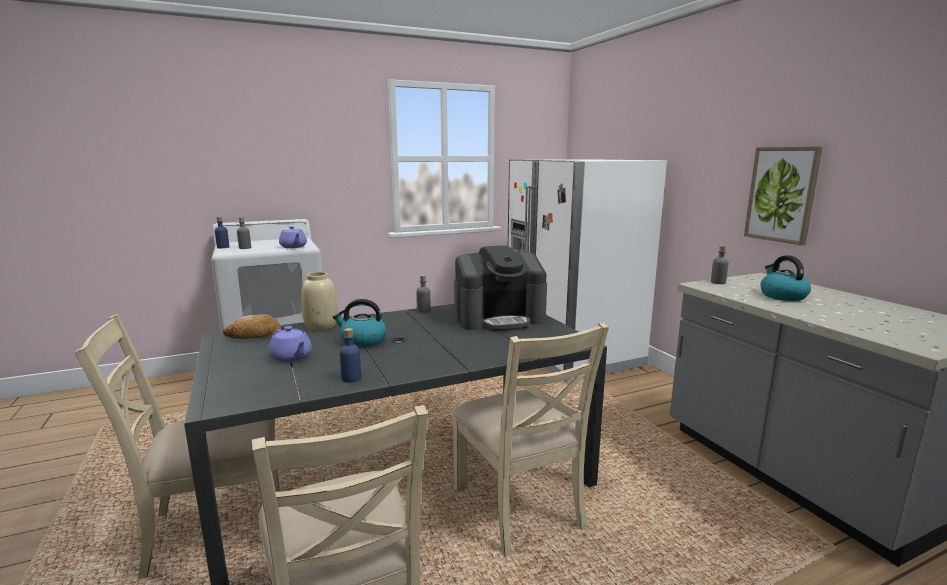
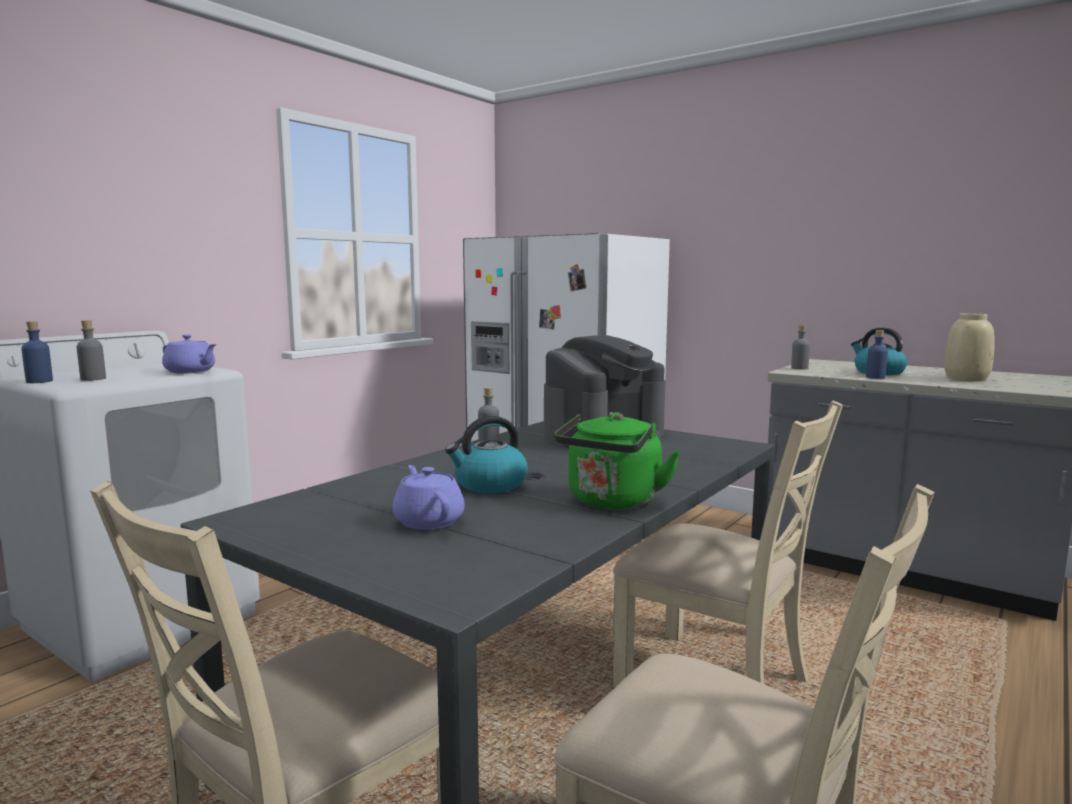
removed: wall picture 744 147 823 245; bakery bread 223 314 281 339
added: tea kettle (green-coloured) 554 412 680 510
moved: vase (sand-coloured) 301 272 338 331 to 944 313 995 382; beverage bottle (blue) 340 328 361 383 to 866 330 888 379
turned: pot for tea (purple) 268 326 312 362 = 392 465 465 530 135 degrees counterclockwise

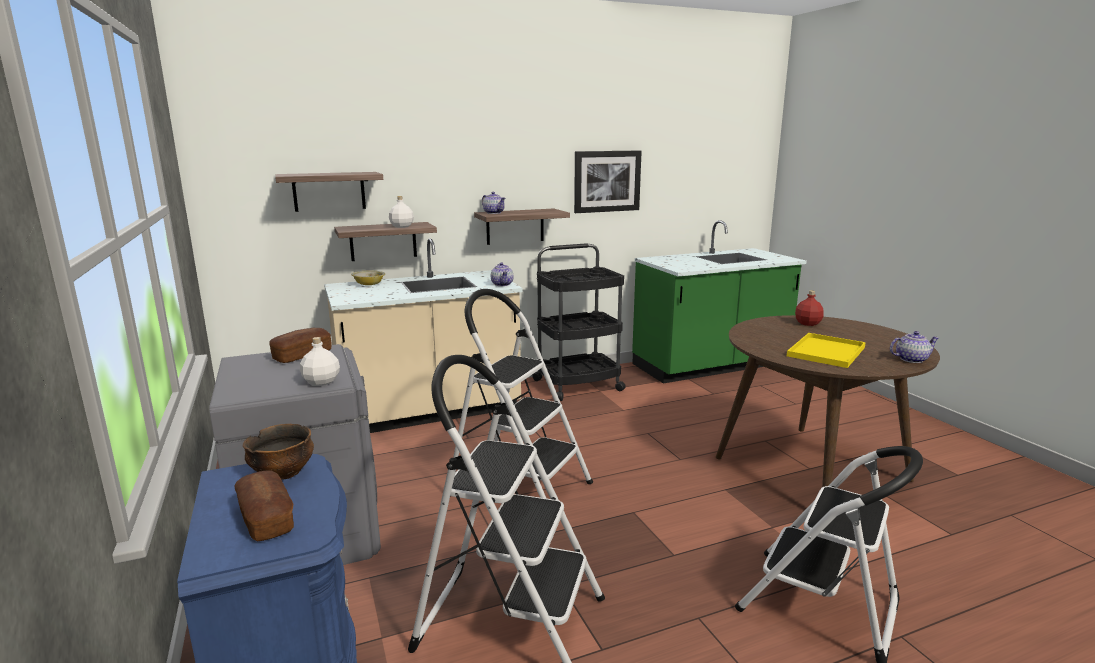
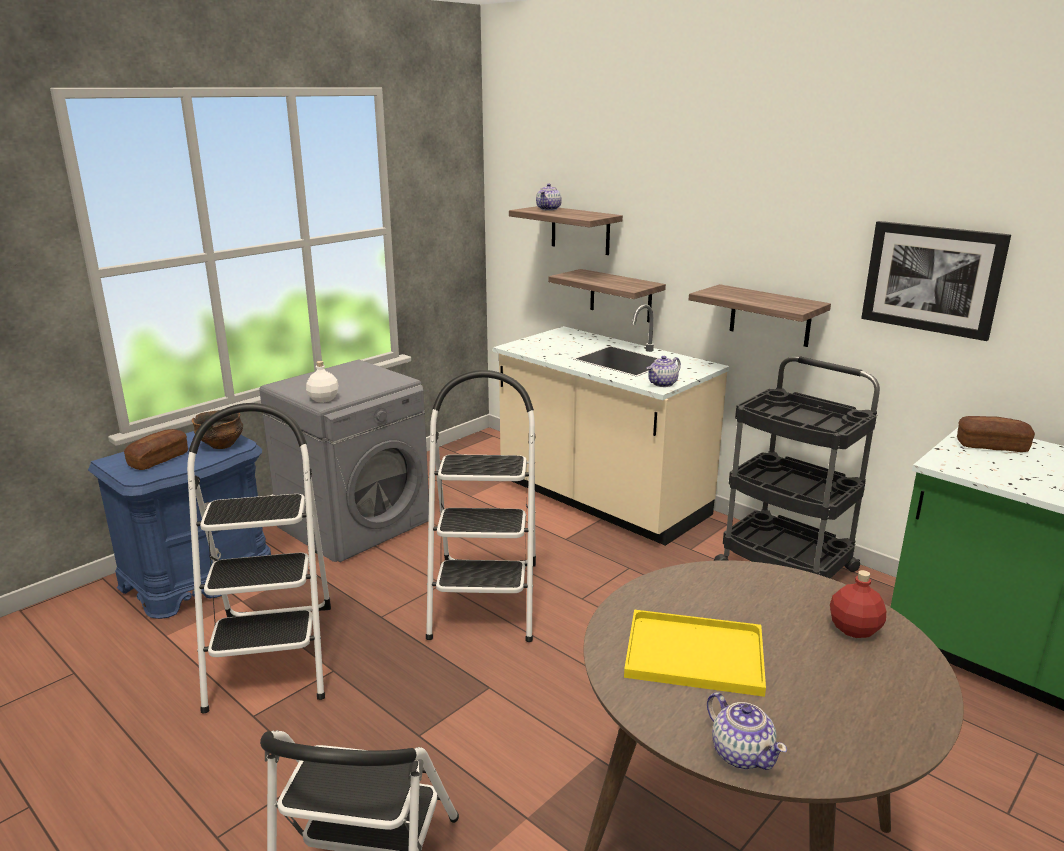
removed: beverage bottle (white-coloured) 389 196 414 228; bowl 351 271 385 285
moved: pot for tea 482 192 505 214 to 536 184 562 211; bakery bread 269 328 332 363 to 957 416 1035 452

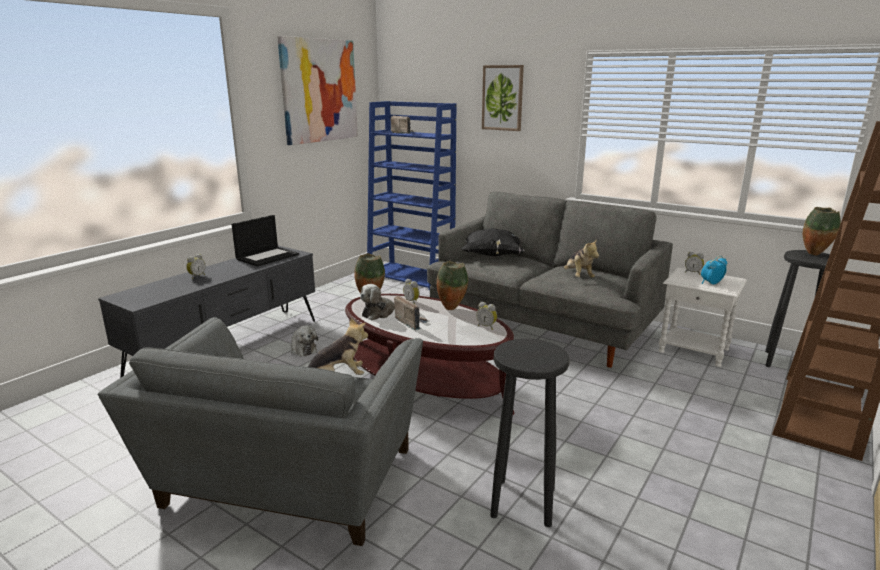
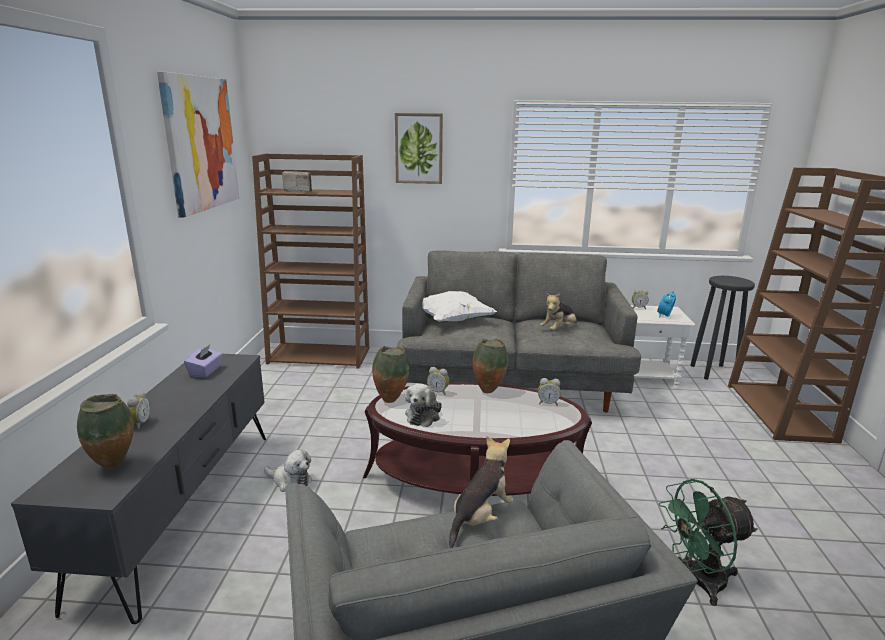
removed: radio 394 295 429 330
moved: vase 803 207 841 255 to 77 394 134 469
replaced: laptop 232 215 299 267 to tissue box (purple) 184 345 222 378; stool seat (blackish) 490 339 570 527 to cooling fan (green-coloured) 659 479 758 606
recoloured: shelving unit (blue) 367 101 456 290 to shelving unit (brown-coloured) 252 153 369 368; pillow (blackish) 461 228 525 256 to pillow (white-coloured) 422 291 497 322
turned: cuddly toy 564 239 599 277 = 540 293 577 331 90 degrees clockwise

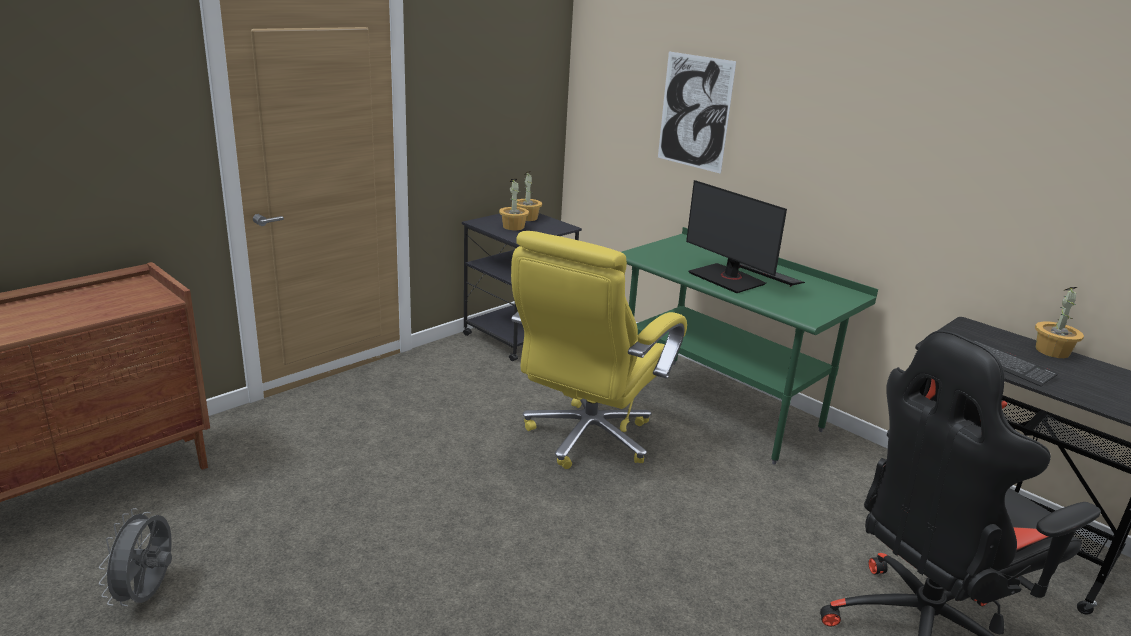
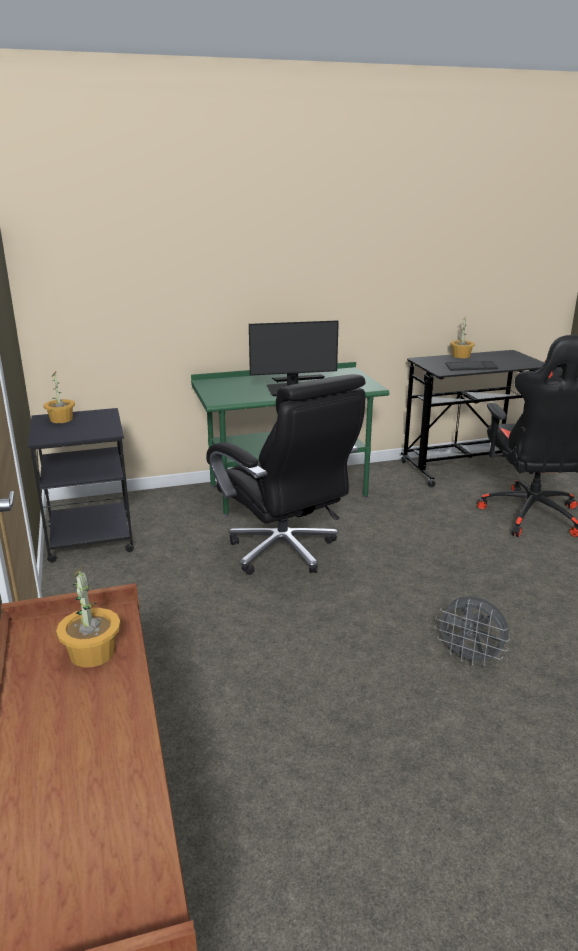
removed: wall picture 658 51 736 174
moved: houseplant 499 179 529 230 to 56 565 121 668; cooling fan (greyish) 99 508 172 606 to 434 596 510 666
recoloured: computer chair (yellow) 511 231 687 469 to computer chair (blackish) 206 374 366 575

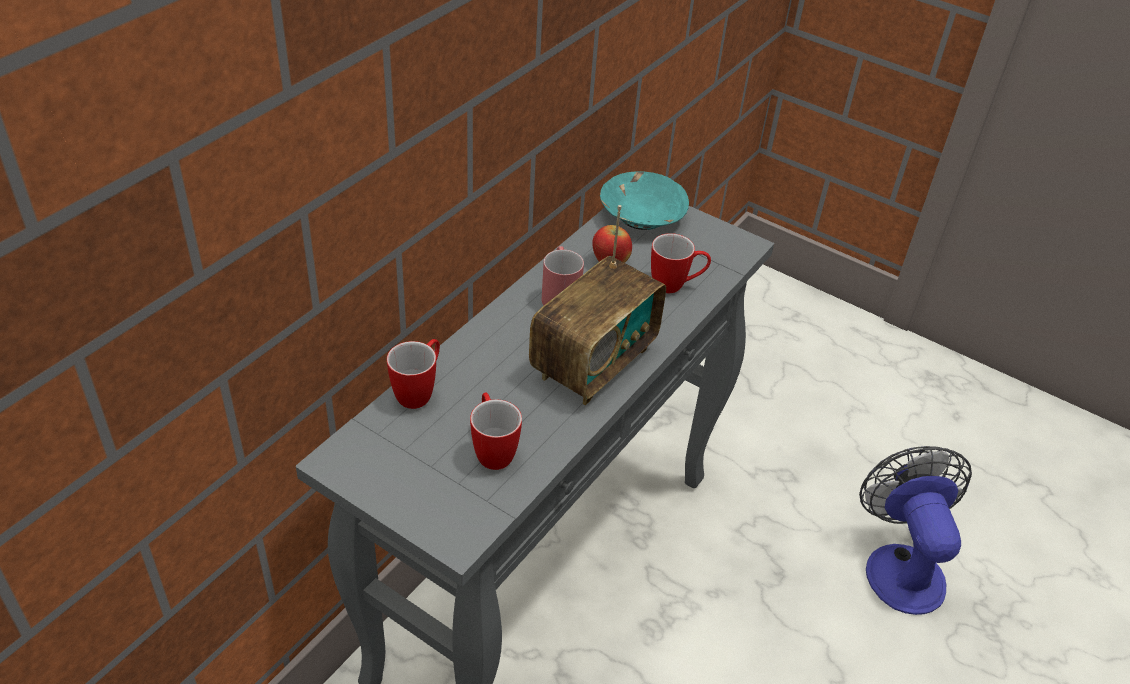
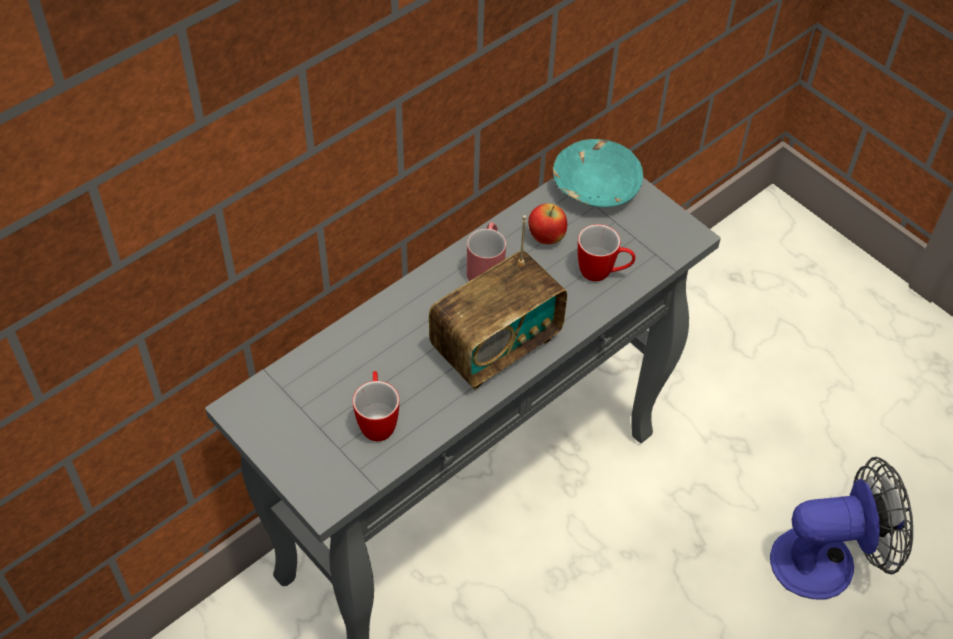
removed: tea mug 387 339 440 409
turned: cooling fan 859 446 972 615 = 770 457 913 600 75 degrees clockwise

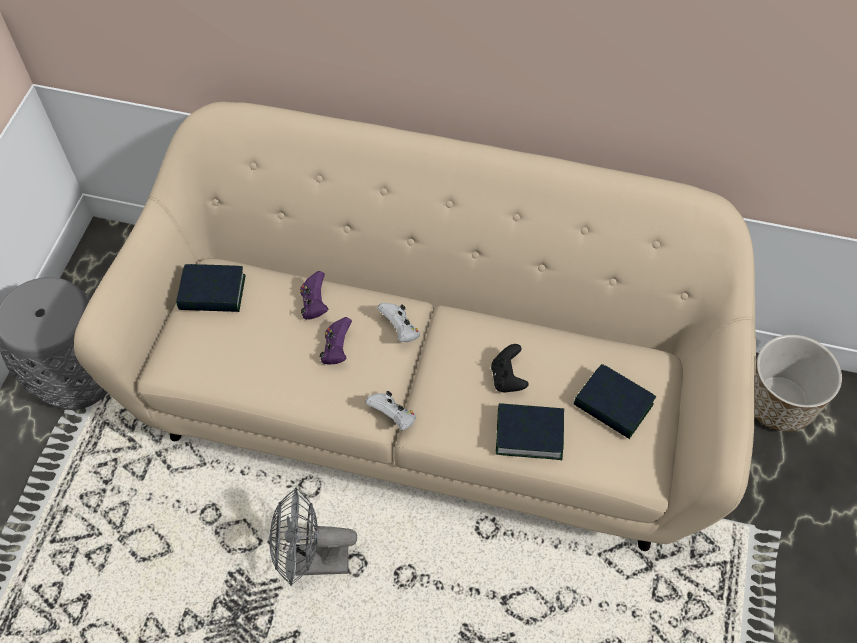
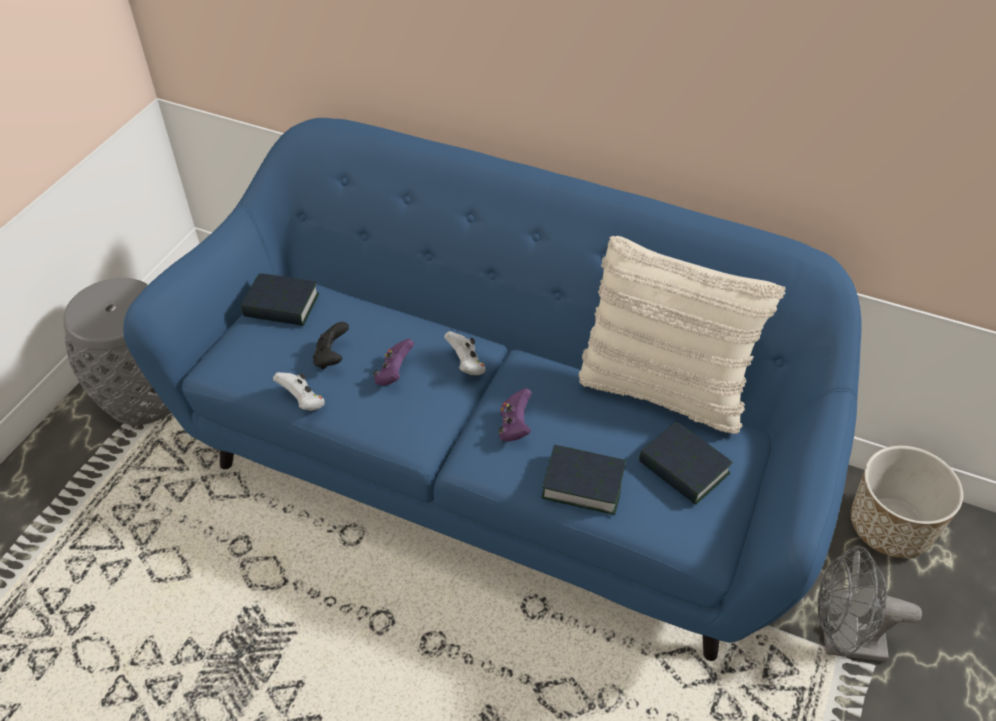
added: pillow (sand-coloured) 579 236 786 434
moved: gamepad (purple) 300 271 328 320 to 499 388 531 442; gamepad (blackish) 491 344 529 393 to 313 322 349 369; gamepad (white-coloured) 365 391 416 431 to 273 372 325 411; cooling fan (greyish) 270 487 357 586 to 817 546 922 662
recoloured: couch (sand-coloured) 74 102 756 551 to couch (blue) 123 118 862 661

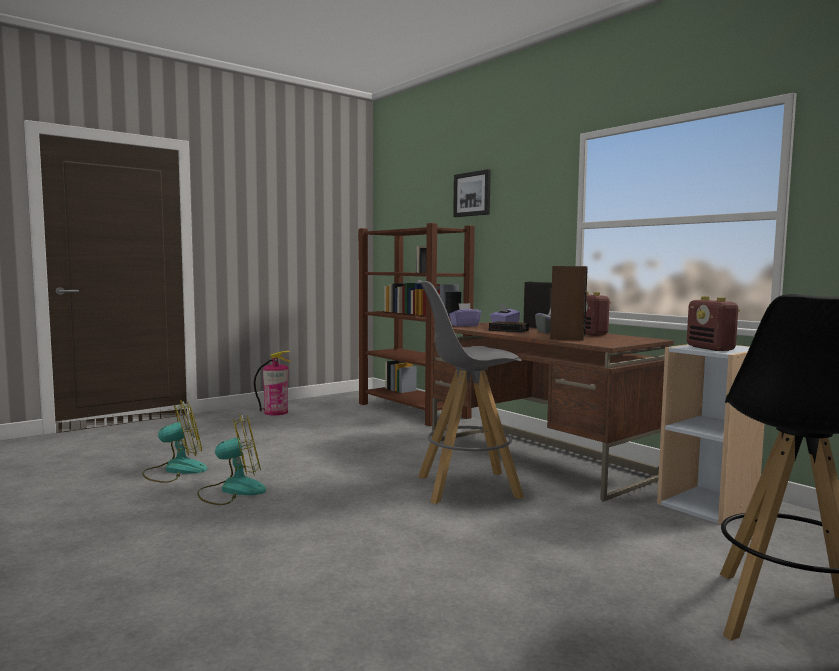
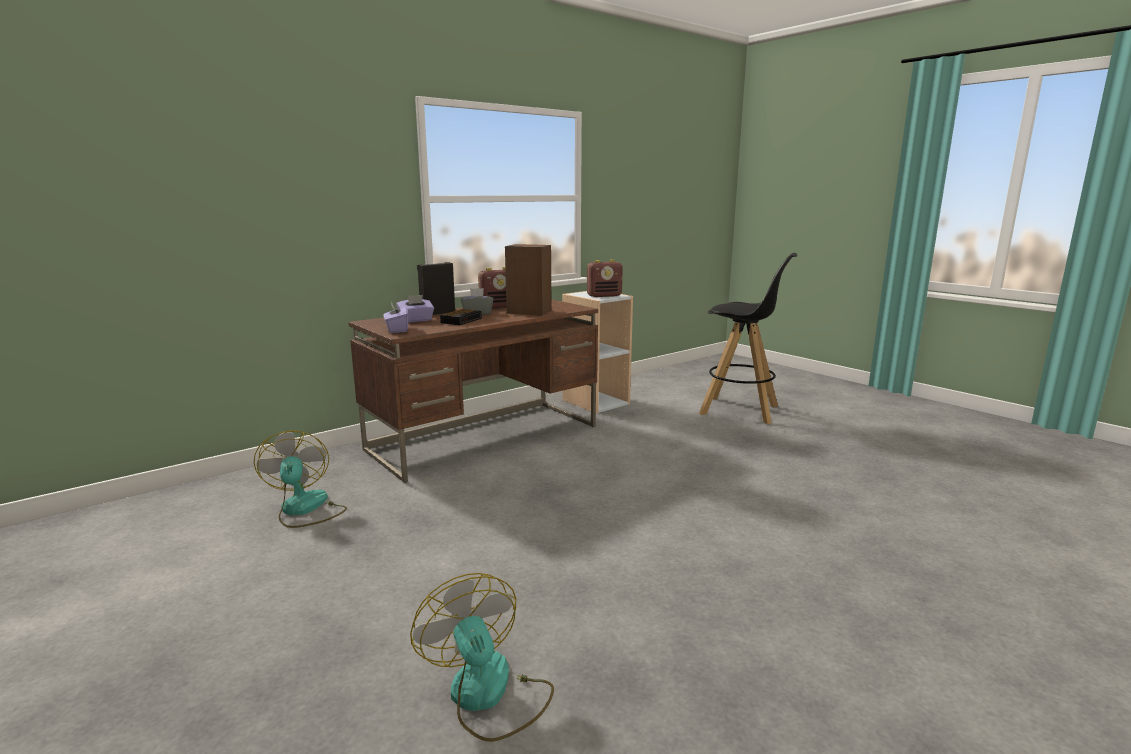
removed: wall picture 453 169 491 217; shelving unit (brown-coloured) 359 223 475 426; stool seat (greyish) 417 280 524 504; fire extinguisher 254 351 292 415
moved: cooling fan 197 413 266 505 to 254 430 347 528

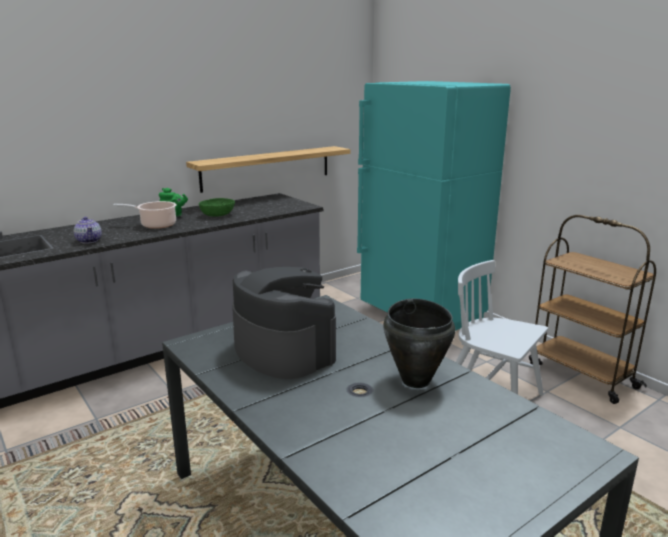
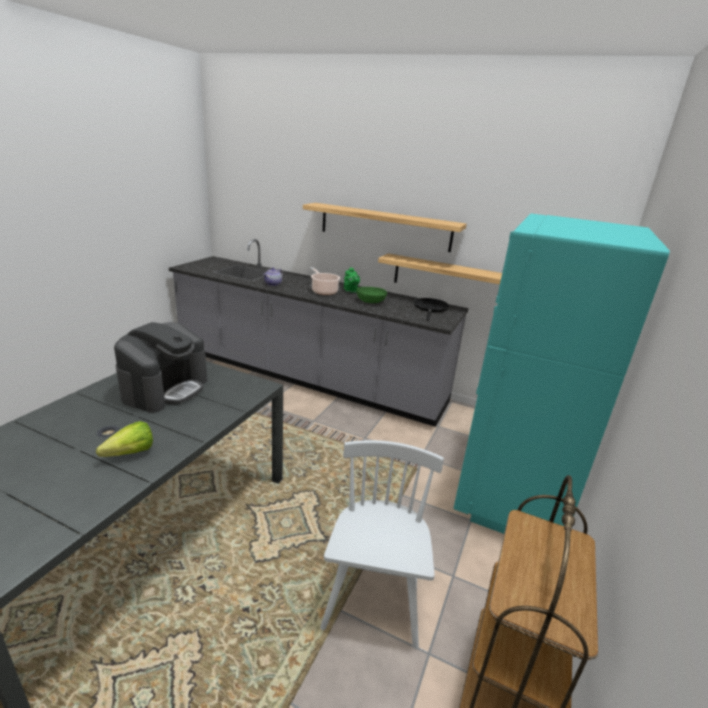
added: shelf 303 203 467 252; frying pan (blackish) 414 298 449 320
replaced: saucepot (blackish) 384 298 455 388 to lettuce 96 421 153 457

